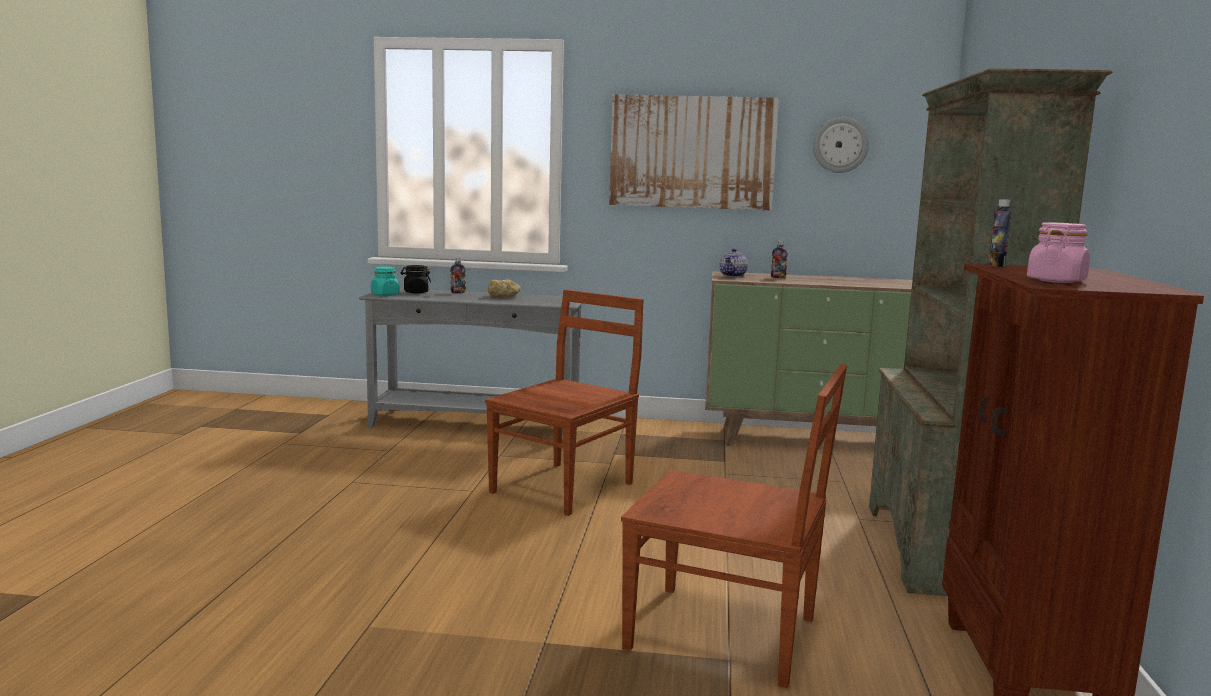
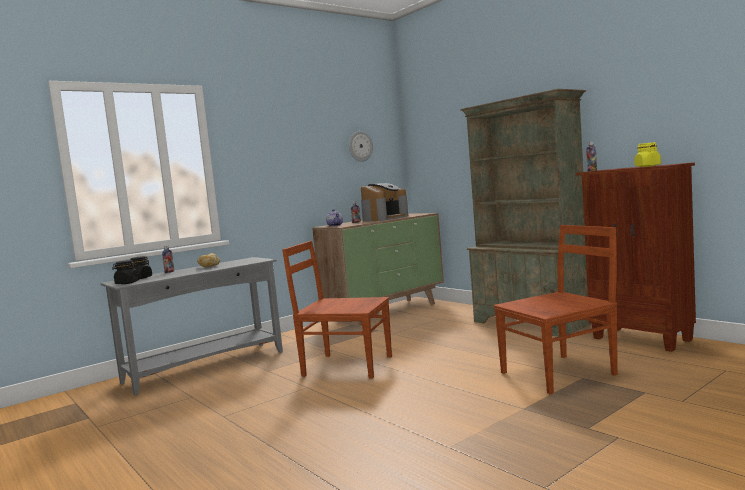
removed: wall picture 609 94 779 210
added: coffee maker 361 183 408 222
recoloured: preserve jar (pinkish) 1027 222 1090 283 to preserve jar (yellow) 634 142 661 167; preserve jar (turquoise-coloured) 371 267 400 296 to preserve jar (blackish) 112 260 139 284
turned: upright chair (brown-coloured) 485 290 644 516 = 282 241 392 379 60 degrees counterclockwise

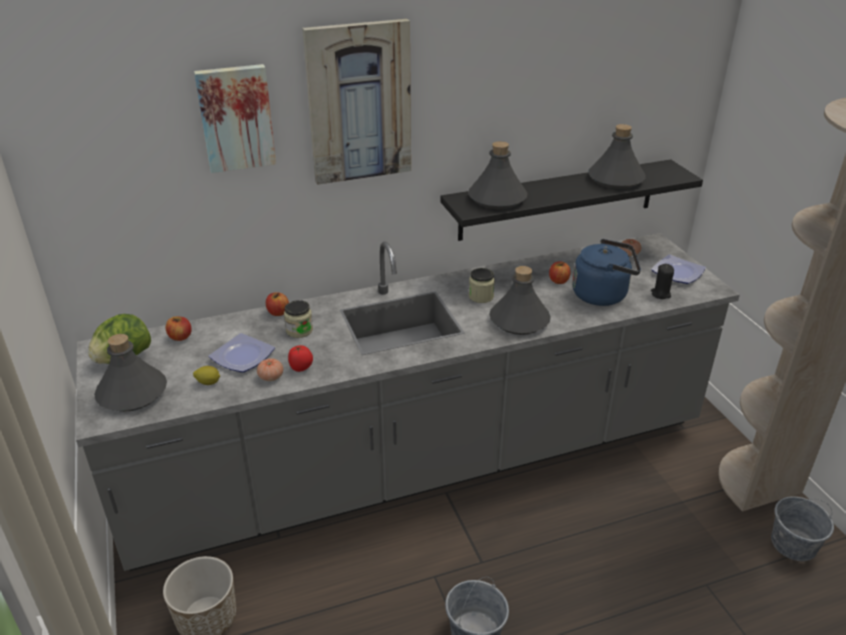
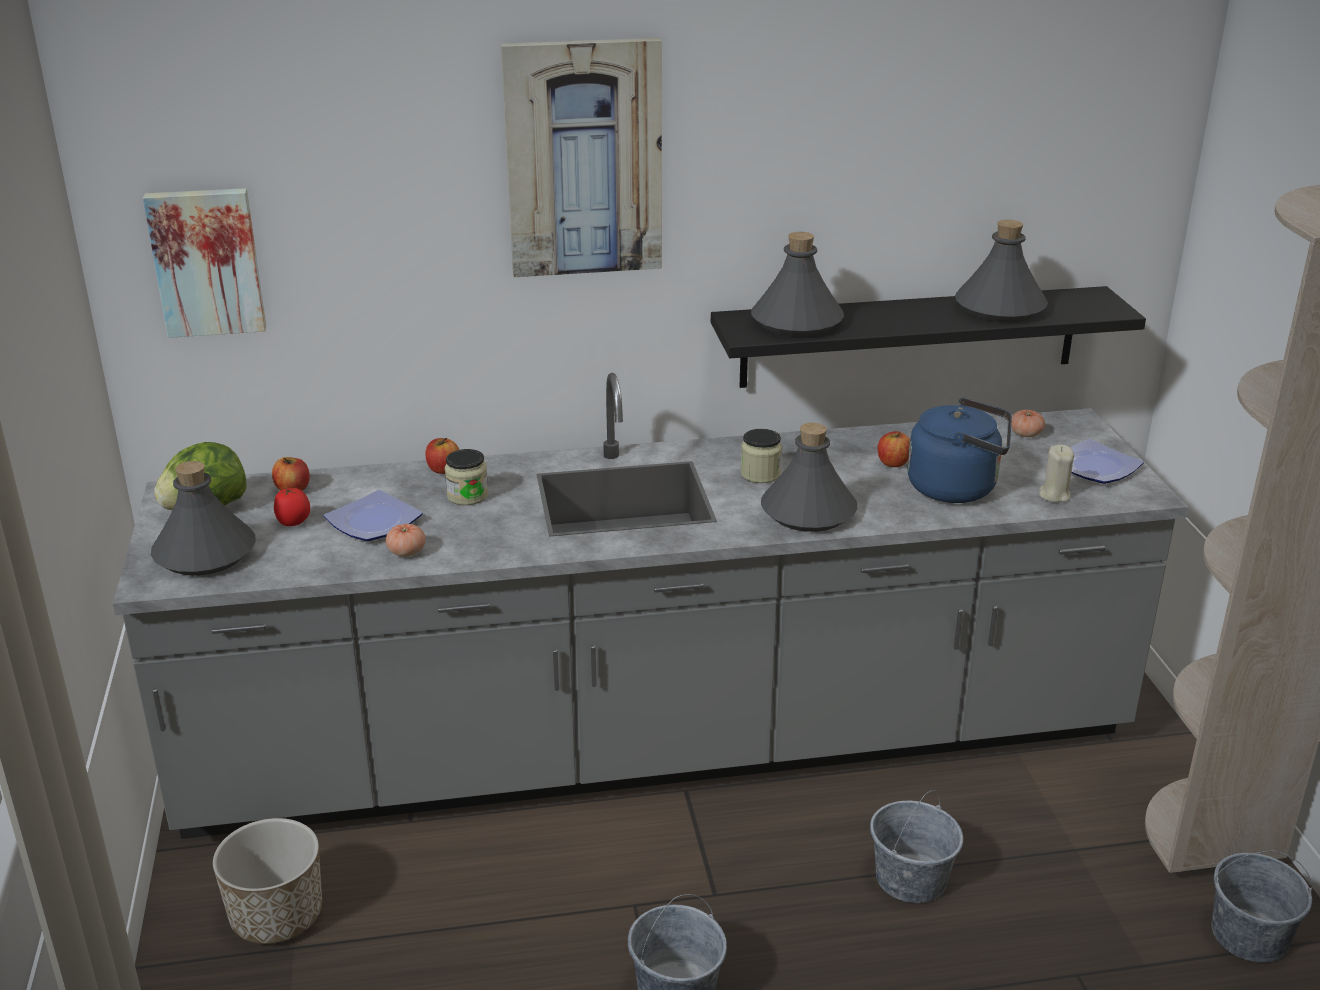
removed: lemon 193 366 220 385
added: pail (greyish) 870 790 963 903
moved: wall picture 194 64 276 173 to 143 188 266 338; whole tomato 288 345 313 372 to 274 488 310 526
recoloured: candle (blackish) 651 264 674 299 to candle (sand-coloured) 1039 445 1074 502

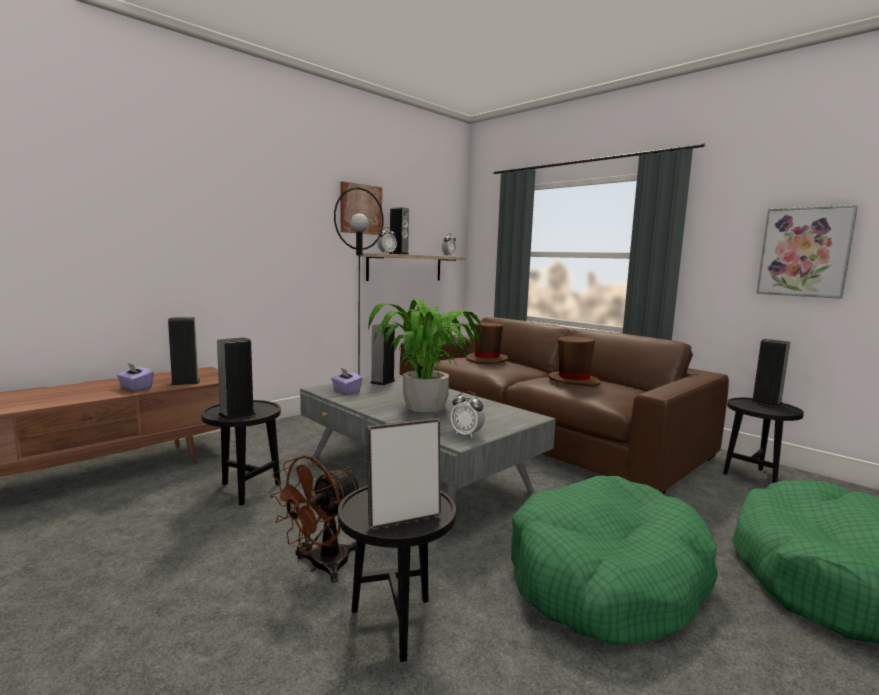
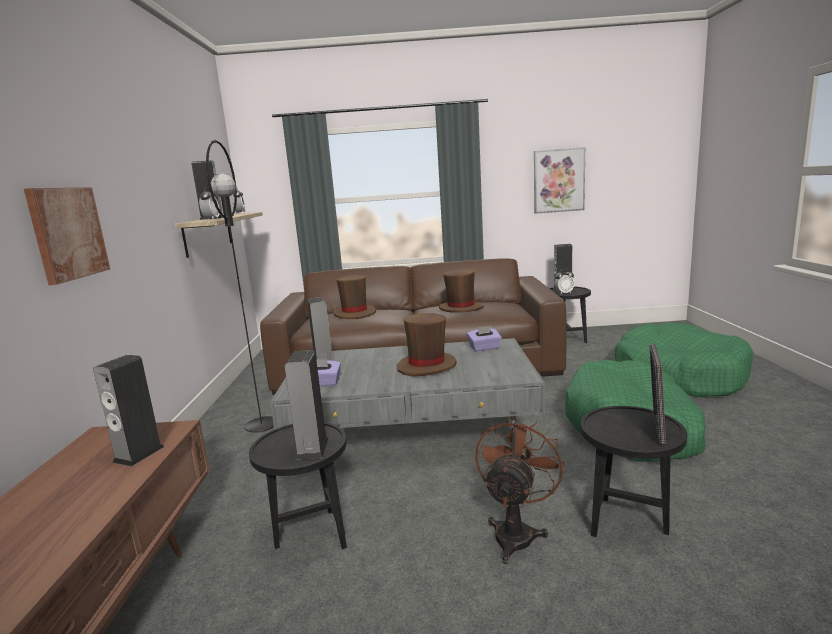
moved: wall picture 340 181 382 235 to 24 187 110 285; tissue box (purple) 117 363 154 391 to 467 326 502 352; bedside clock 451 391 485 438 to 555 269 575 294
replaced: houseplant 368 300 482 413 to wearable hat (brown-coloured) 397 313 457 377
turned: cooling fan (brown-coloured) 269 455 359 583 = 475 416 565 564 150 degrees counterclockwise

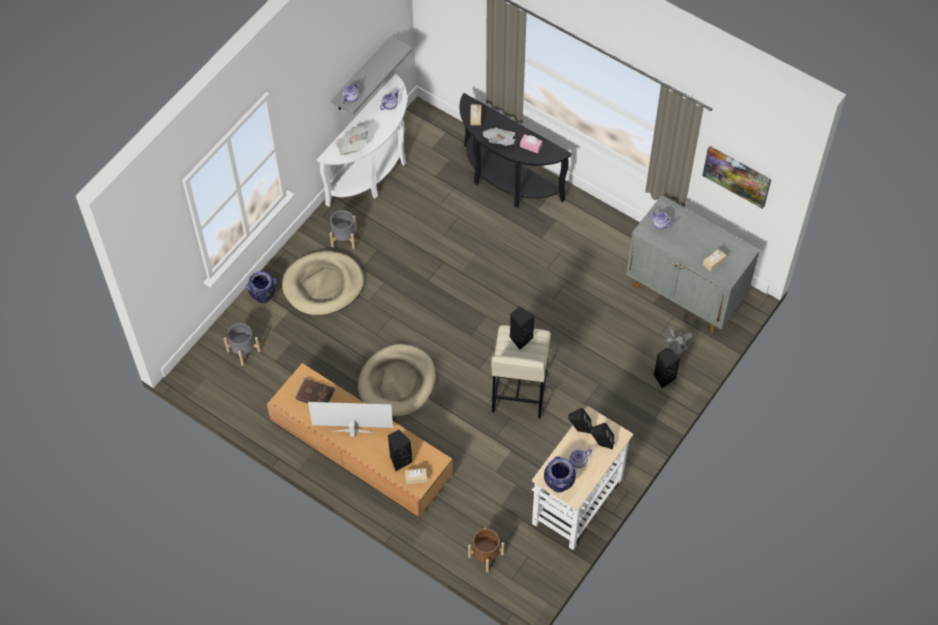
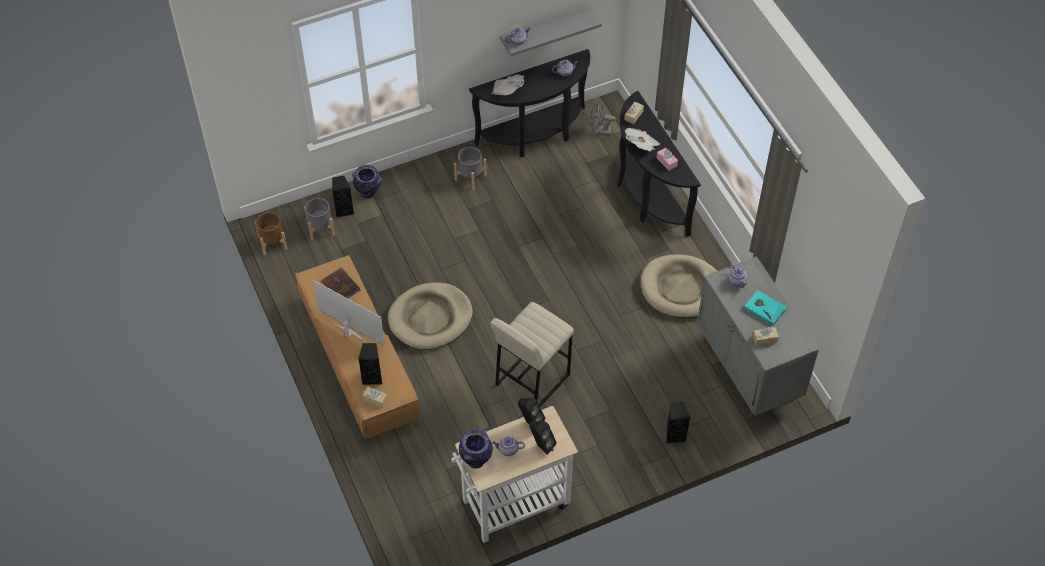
removed: wall picture 702 146 771 209
added: bound book (turquoise-coloured) 744 289 787 326
moved: dog bed (sand-coloured) 282 251 364 315 to 641 254 717 318; speaker (blackish) 510 306 535 350 to 332 176 354 218; cooling fan (greyish) 665 327 692 355 to 590 102 616 135; flower pot (brown-coloured) 468 528 504 572 to 255 212 287 255
recoloured: hall table (white-coloured) 317 74 407 207 to hall table (blackish) 469 49 590 157

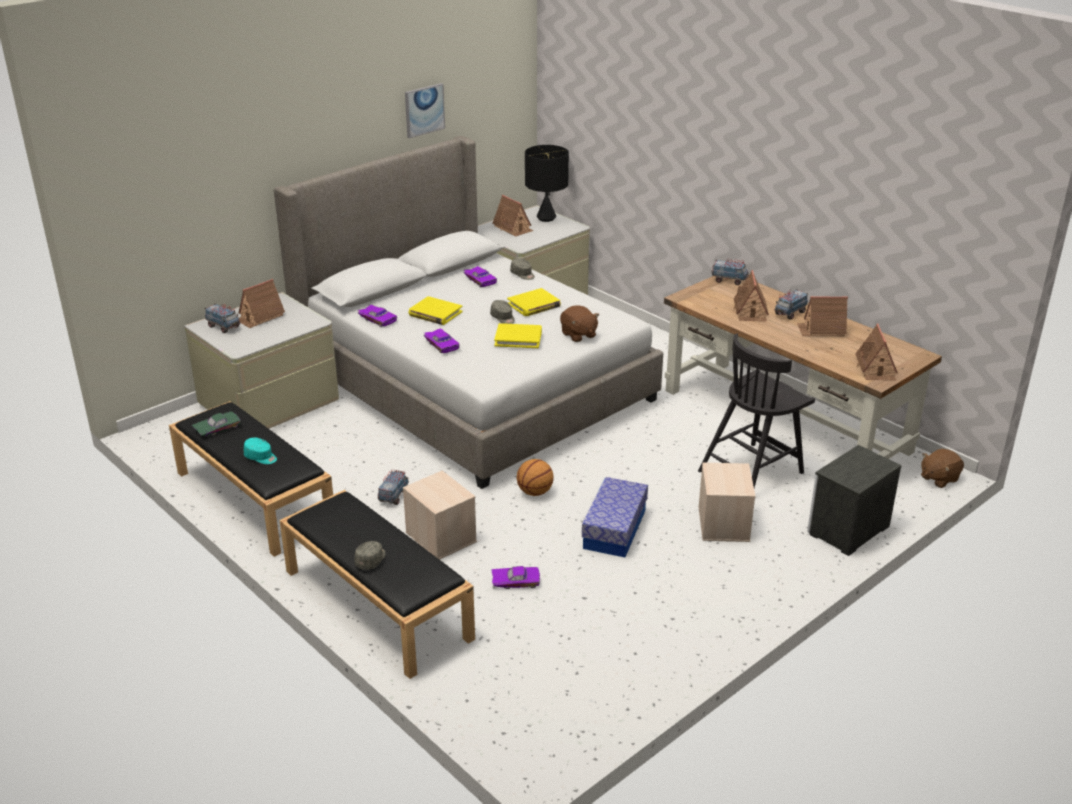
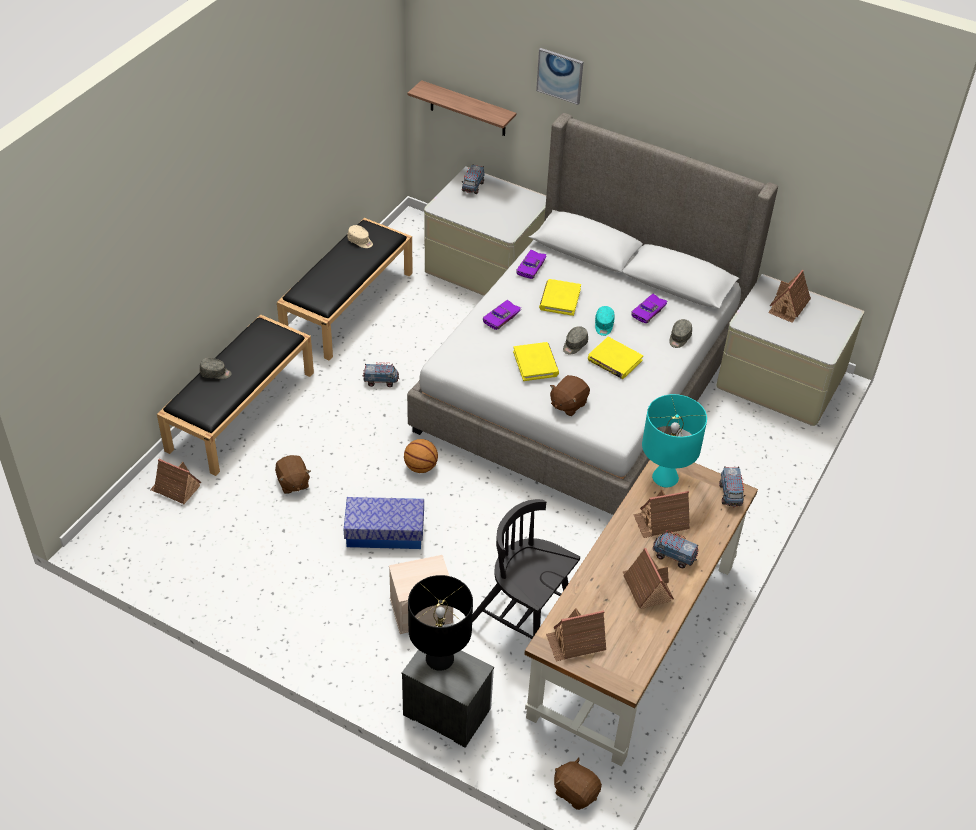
removed: storage box (sand-coloured) 403 471 477 560
added: shelf 407 80 516 136; lamp for a table (turquoise-coloured) 642 394 707 487
moved: wall picture 405 83 445 138 to 536 48 583 105; lamp for a table (blackish) 525 145 569 222 to 408 575 473 671; toy house 239 279 285 328 to 150 459 202 504; peaked cap (turquoise-coloured) 244 437 277 464 to 595 306 615 336
replaced: model car (green-coloured) 192 412 241 436 to peaked cap (sand-coloured) 347 225 373 248; model car (purple) 492 566 540 589 to cuddly toy (brown-coloured) 275 455 311 494

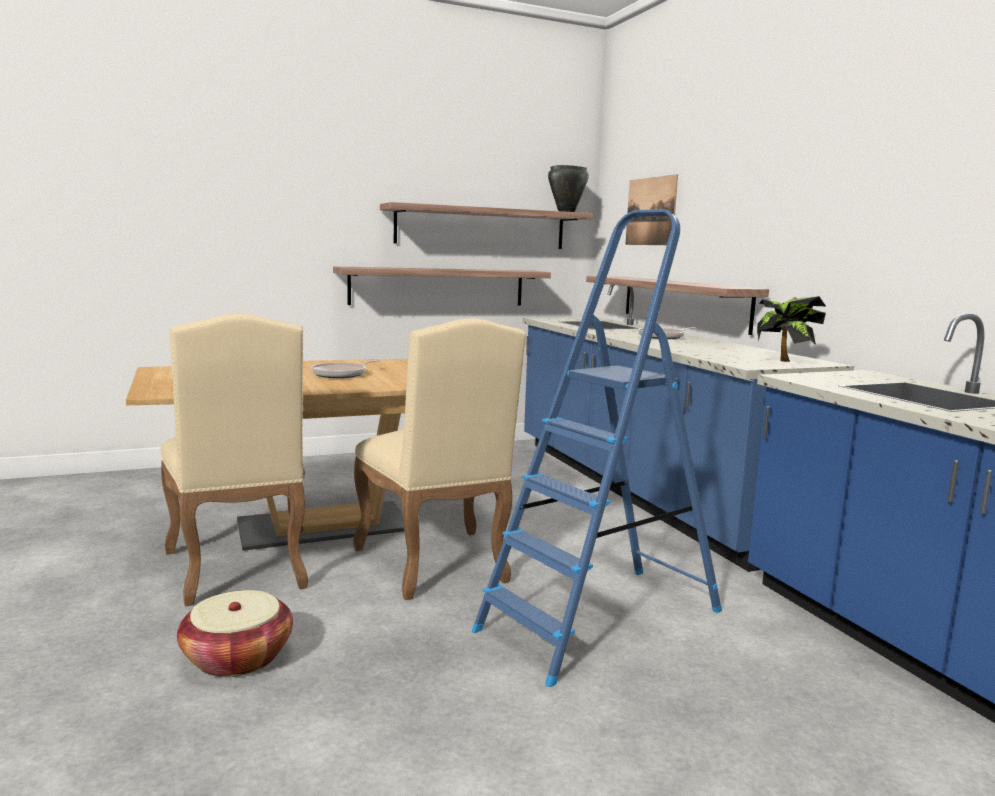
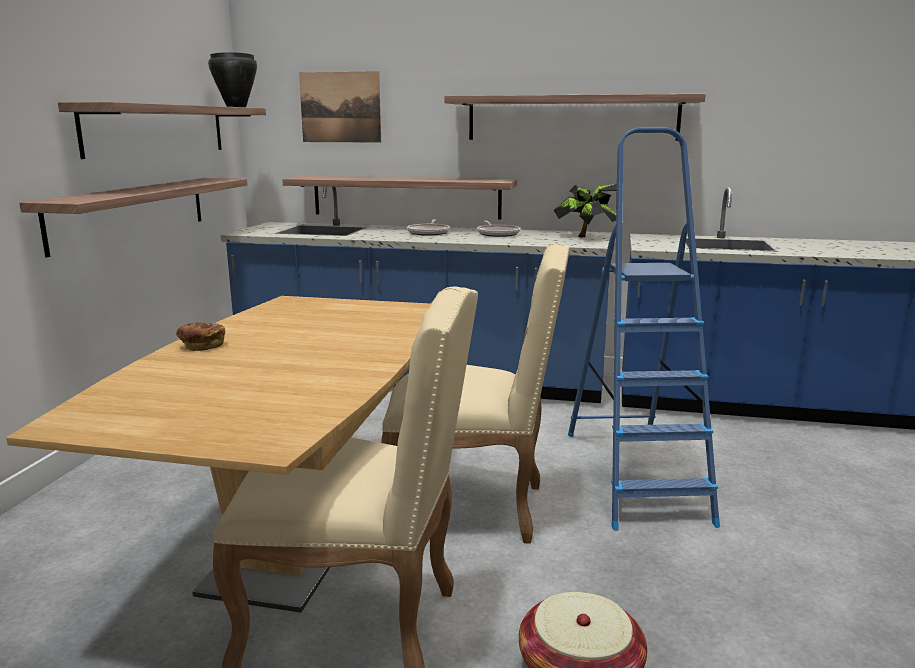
added: shelf 444 94 706 141; bakery bread 176 322 225 351
moved: frying pan 311 360 380 378 to 477 221 521 237

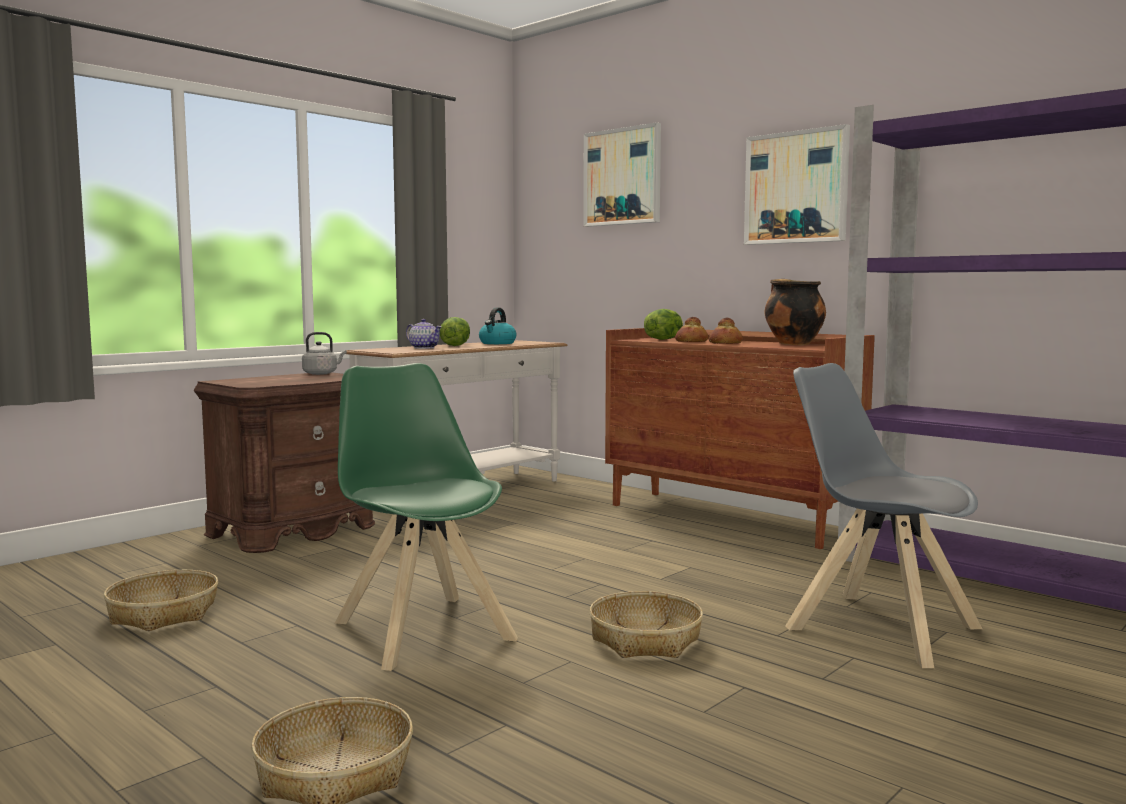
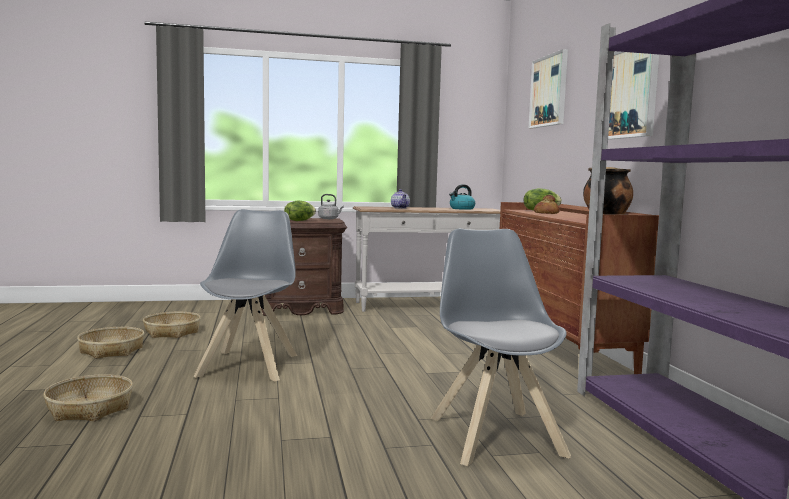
removed: bakery bread 709 318 743 344
moved: lettuce 439 317 470 346 to 284 201 316 221; basket 589 591 703 658 to 77 327 144 359
recoloured: upright chair (green-coloured) 335 363 518 671 to upright chair (greyish) 194 209 297 381

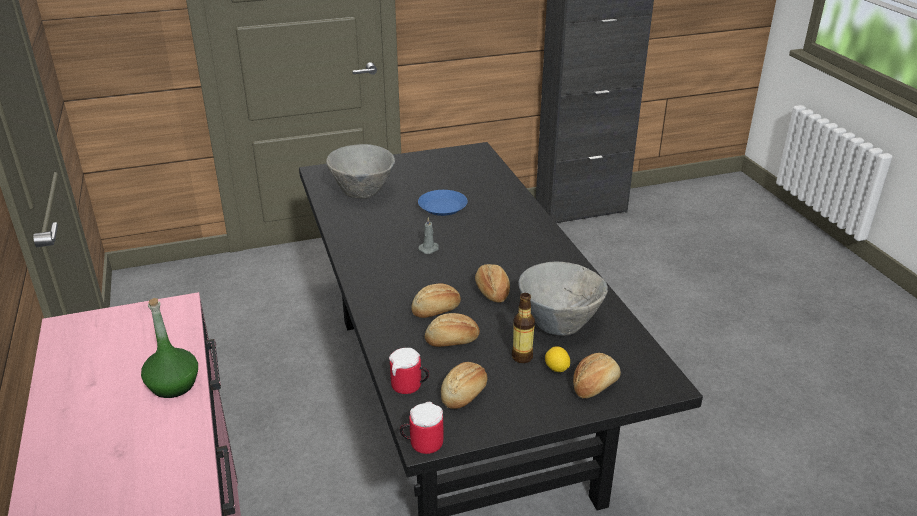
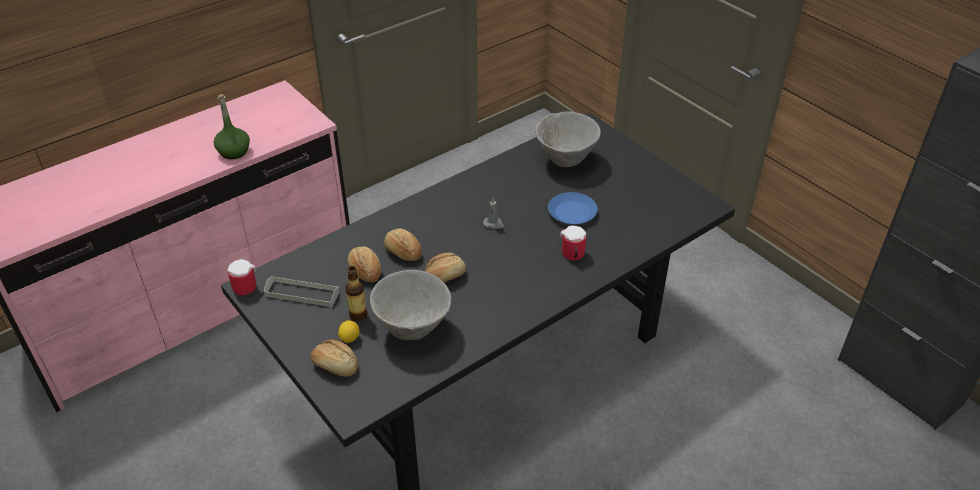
moved: tea mug 389 348 429 394 to 560 226 586 260
replaced: bakery bread 441 362 487 409 to tray (greyish) 264 276 340 307

